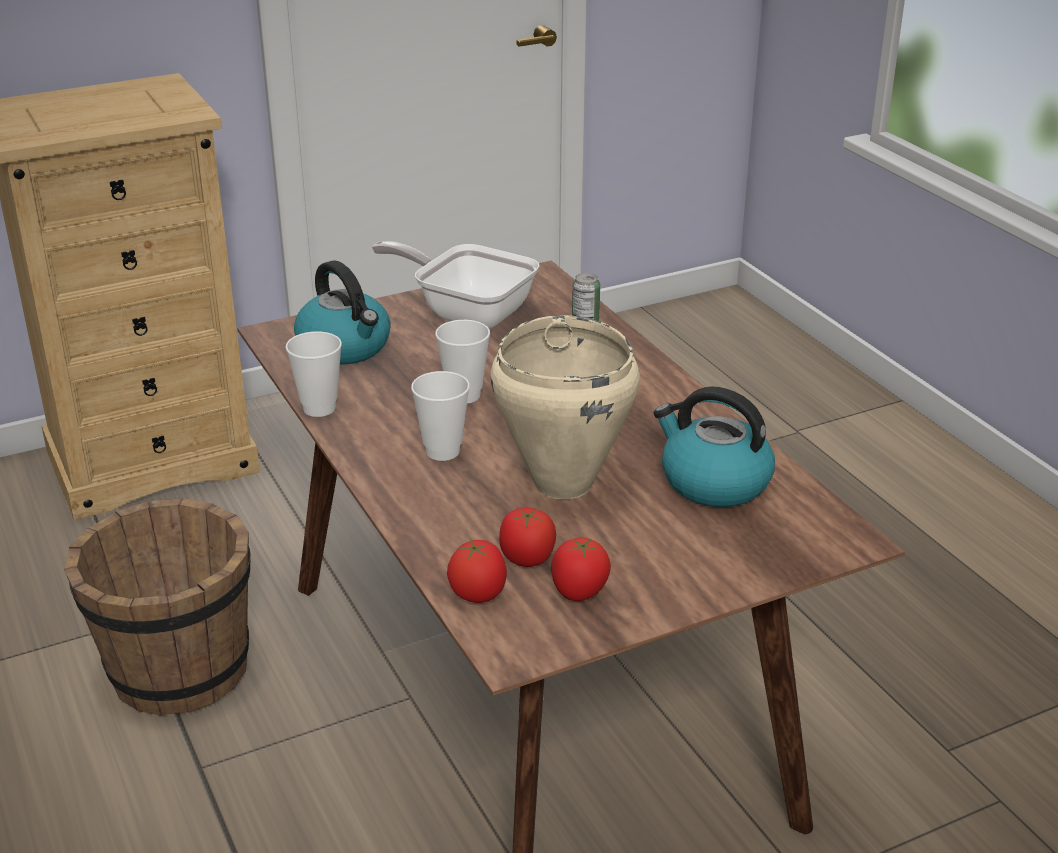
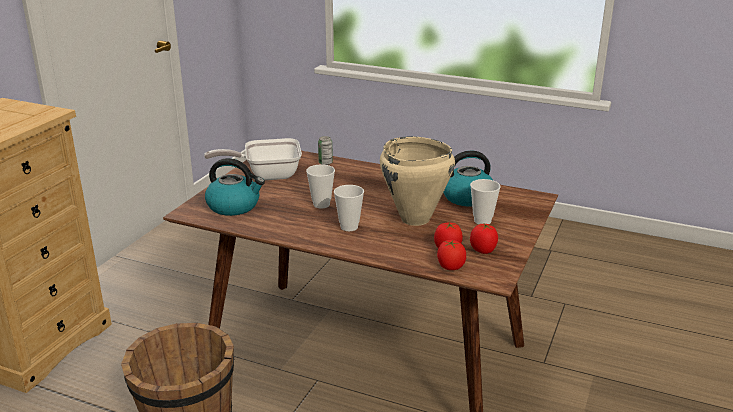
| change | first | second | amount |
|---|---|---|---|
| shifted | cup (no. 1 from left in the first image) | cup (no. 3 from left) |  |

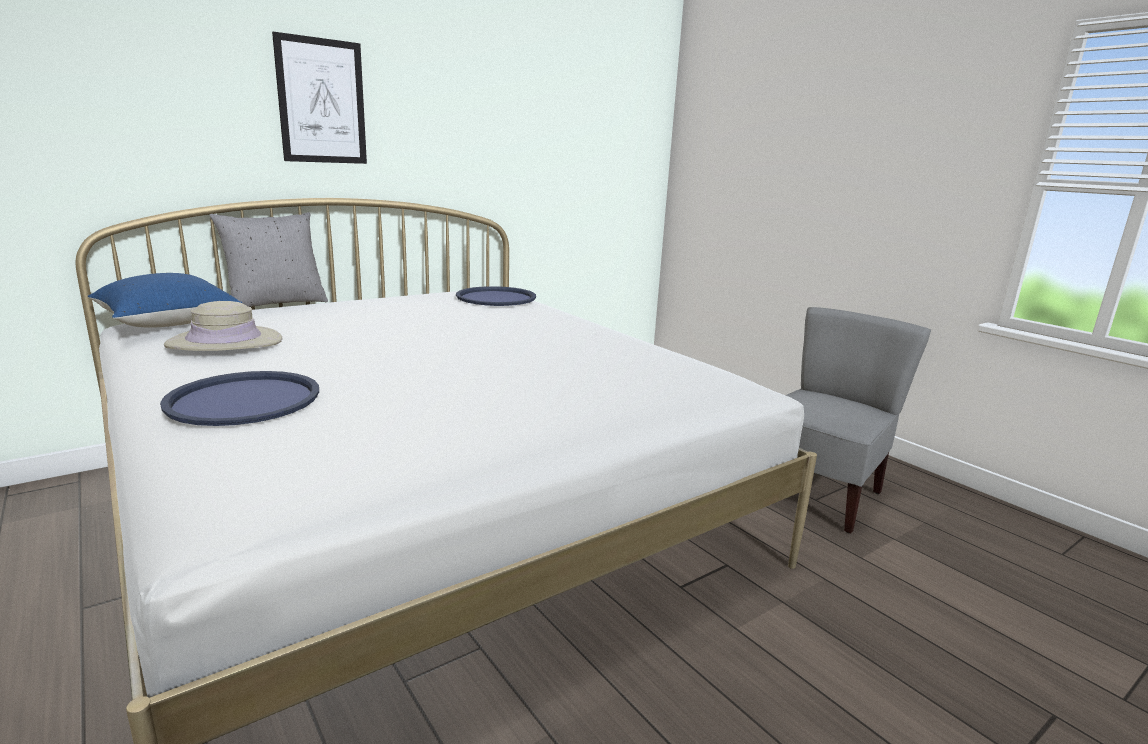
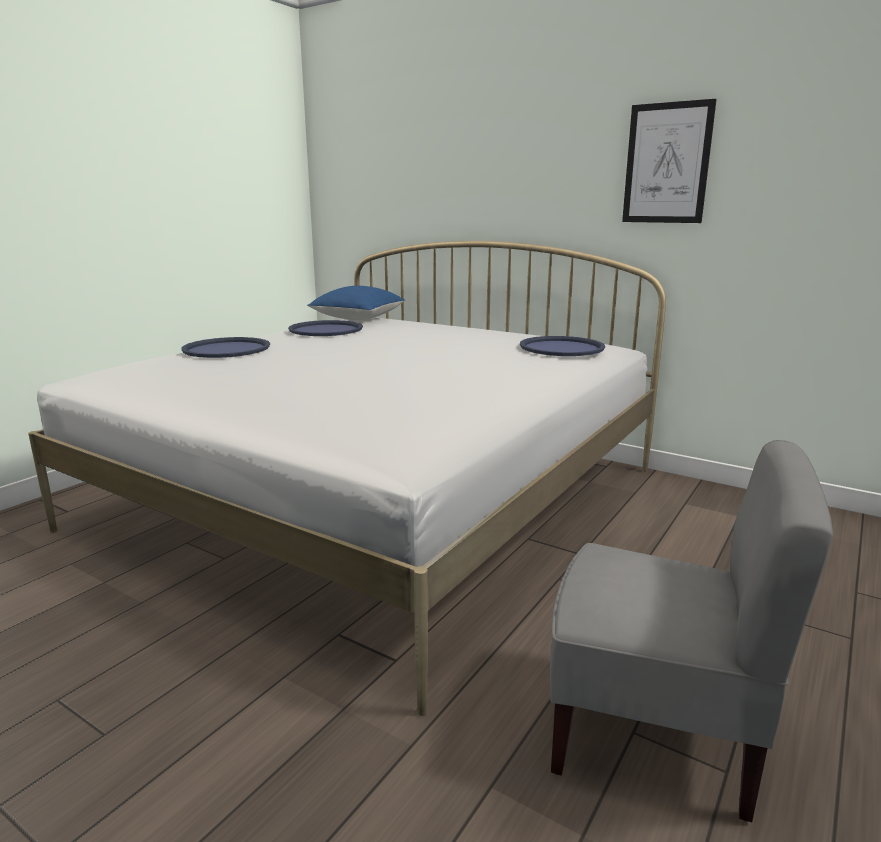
| change | first | second | amount |
|---|---|---|---|
| swapped | hat in beige | tray in blue (no. 2 from left) |  |
| shifted | picture |  |  |
| gone | pillow in grey |  |  |

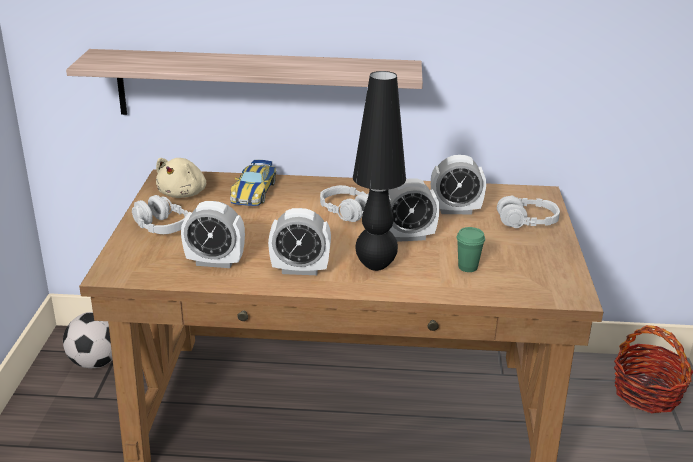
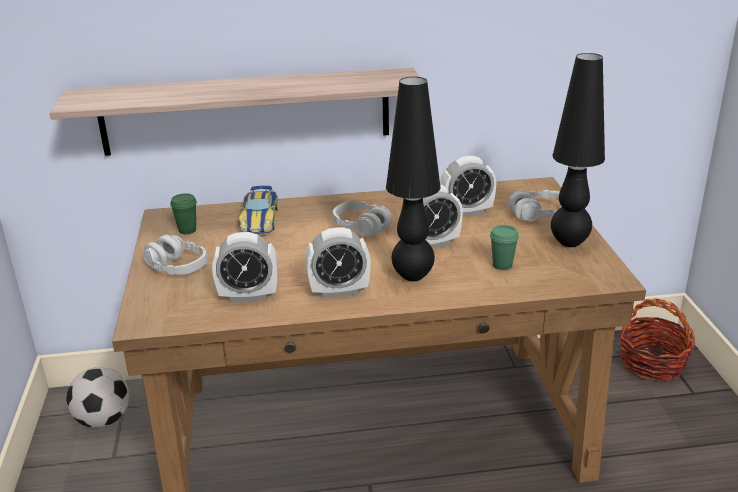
| change | first | second | amount |
|---|---|---|---|
| swapped | plush toy in beige | cup in green (no. 1 from left) |  |
| new |  | table lamp in black (no. 2 from left) |  |

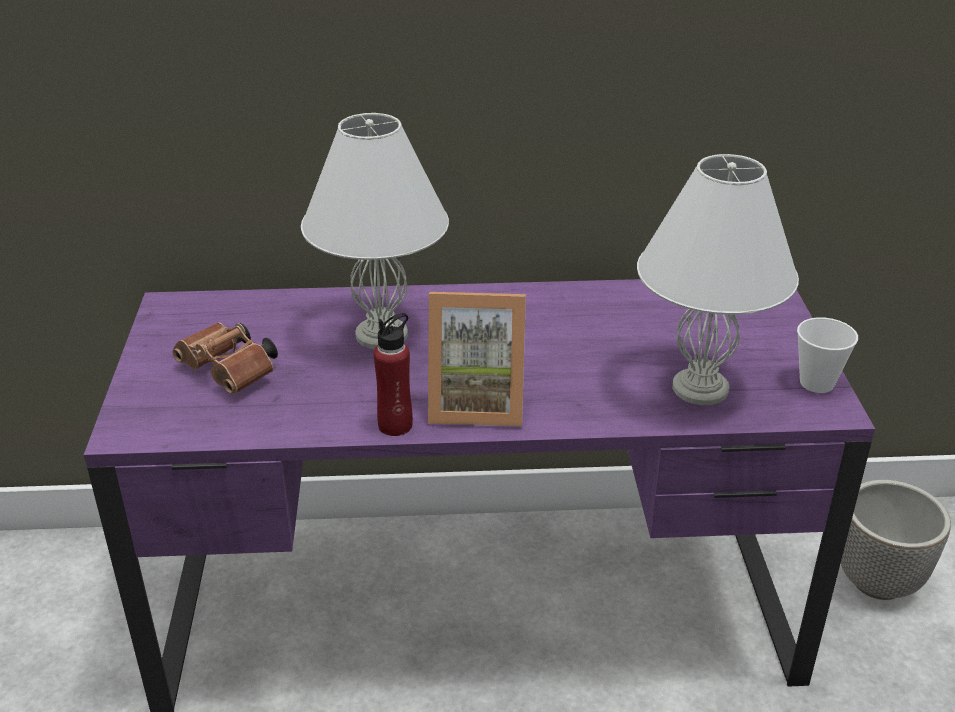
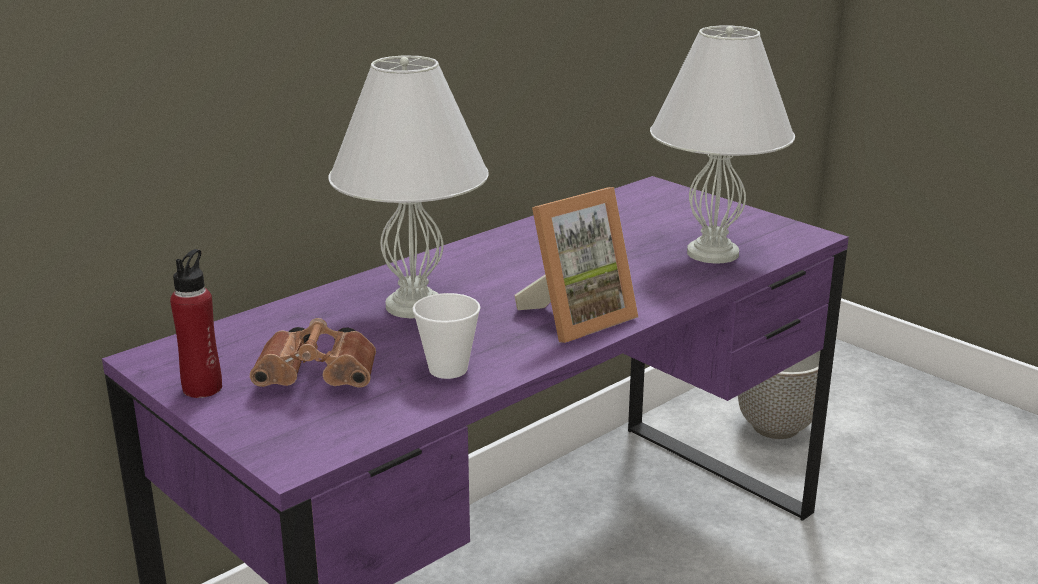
| change | first | second | amount |
|---|---|---|---|
| shifted | bottle in red |  |  |
| shifted | cup |  |  |

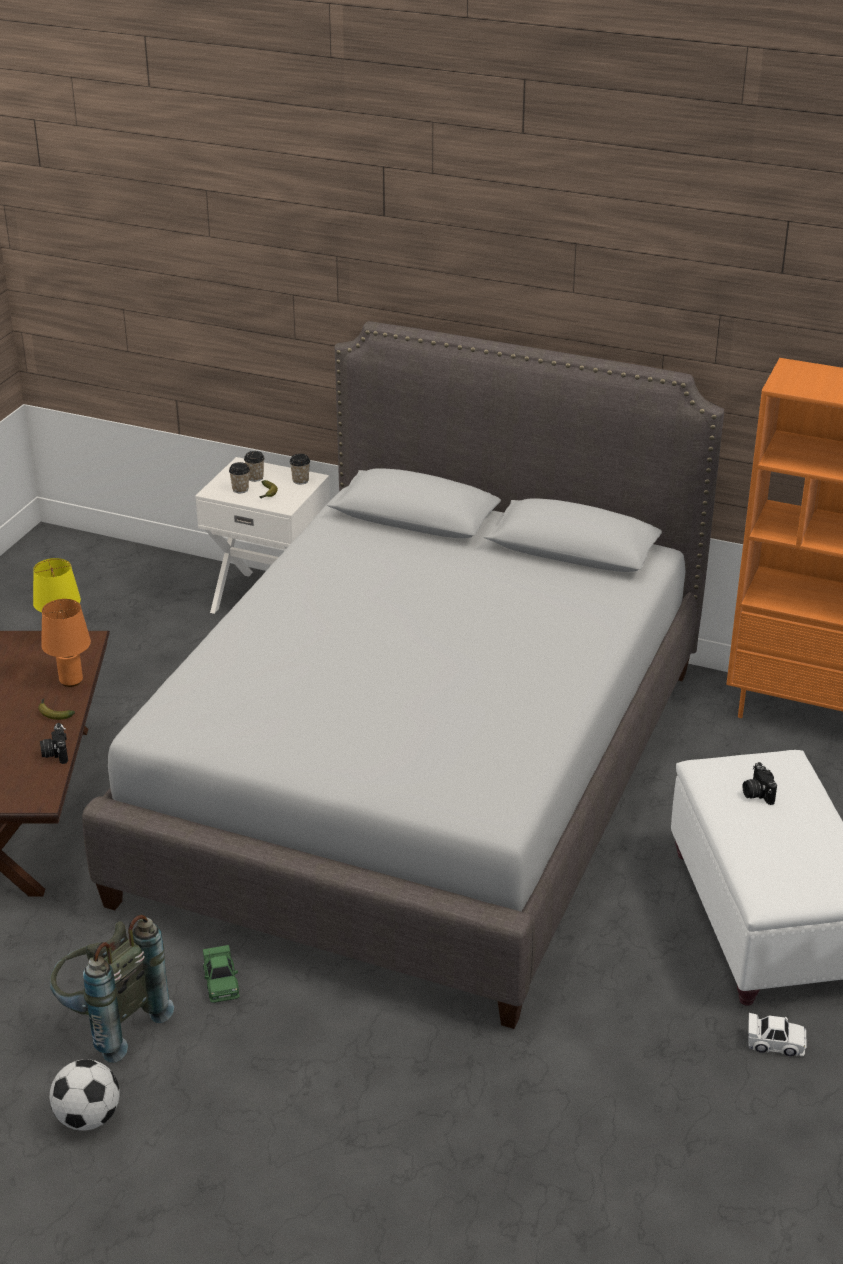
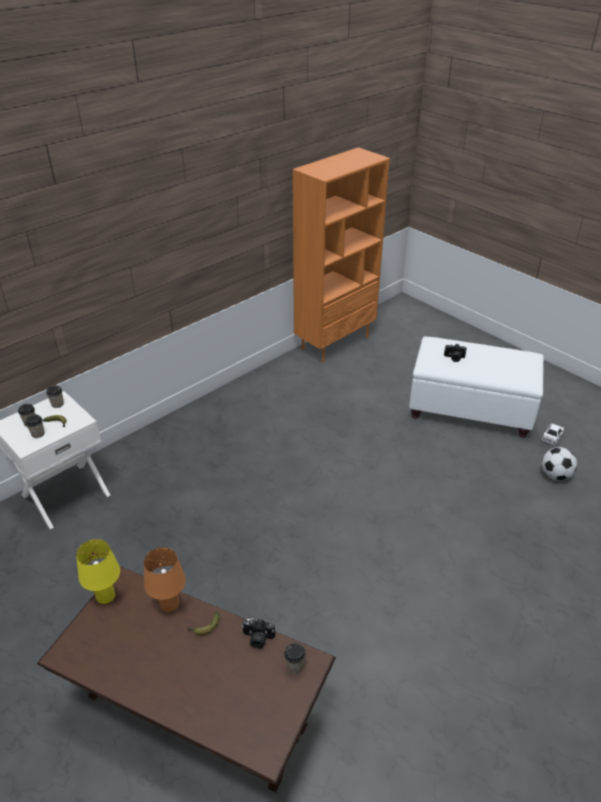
| change | first | second | amount |
|---|---|---|---|
| new |  | cup (no. 4 from left) |  |
| shifted | football |  |  |
| gone | backpack in grey |  |  |
| gone | bed in grey |  |  |
| gone | toy car in green |  |  |

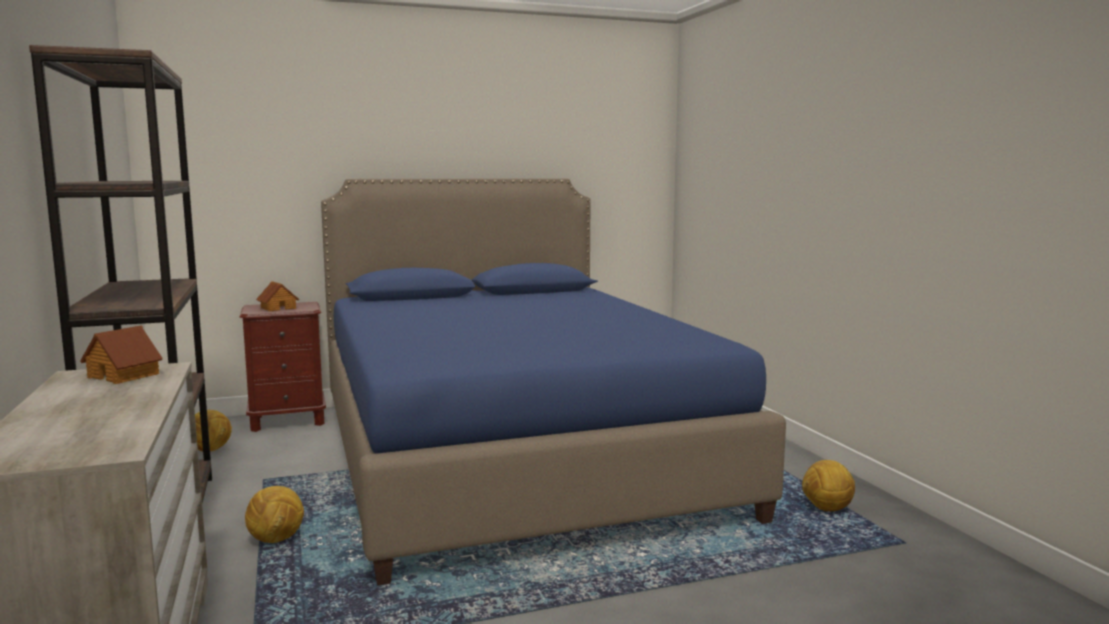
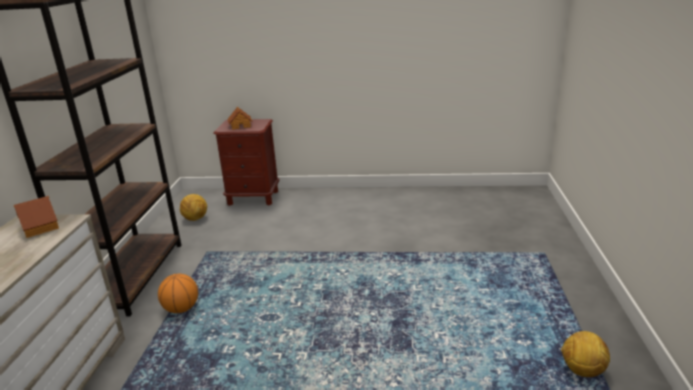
| change | first | second | amount |
|---|---|---|---|
| swapped | football (no. 2 from left) | basketball |  |
| gone | bed in blue |  |  |

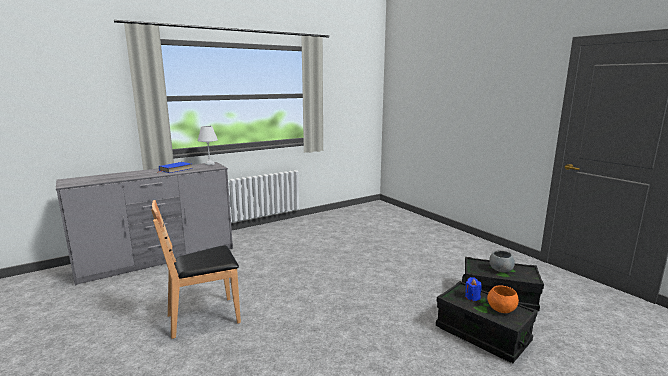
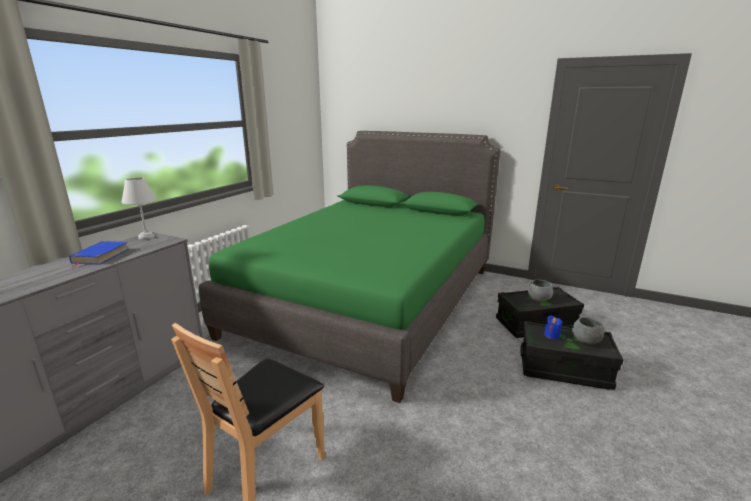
| change | first | second | amount |
|---|---|---|---|
| new |  | bed in green |  |
| repainted | bowl in orange | bowl in grey (no. 2 from left) |  |

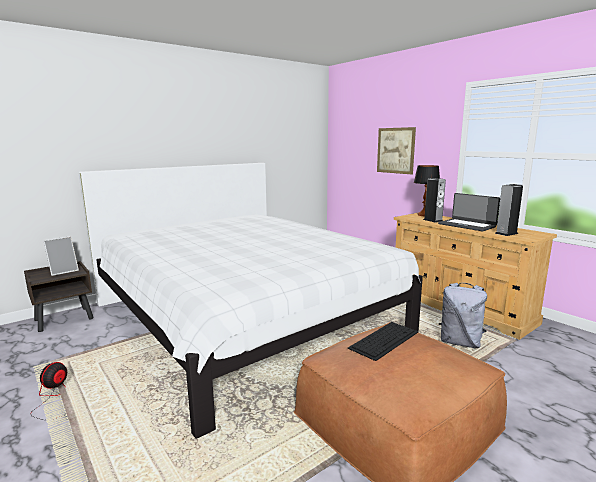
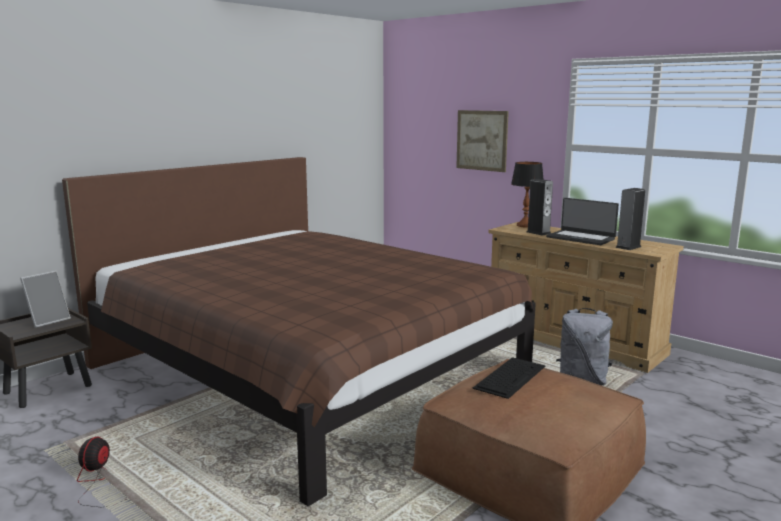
| change | first | second | amount |
|---|---|---|---|
| repainted | bed in white | bed in brown |  |

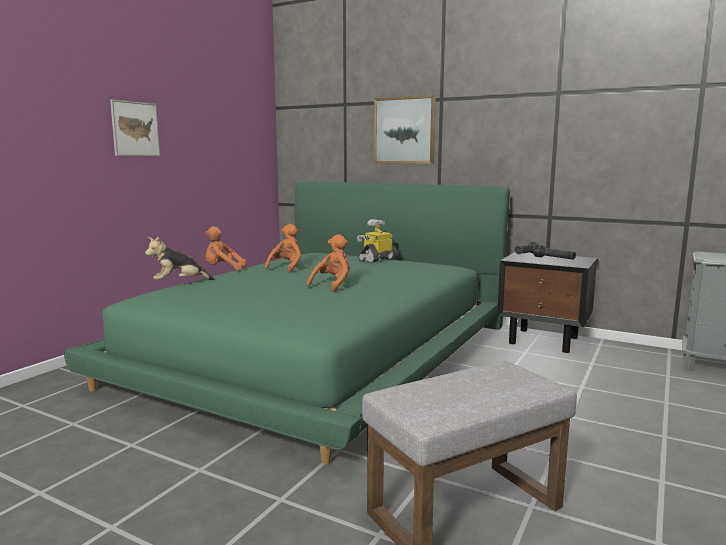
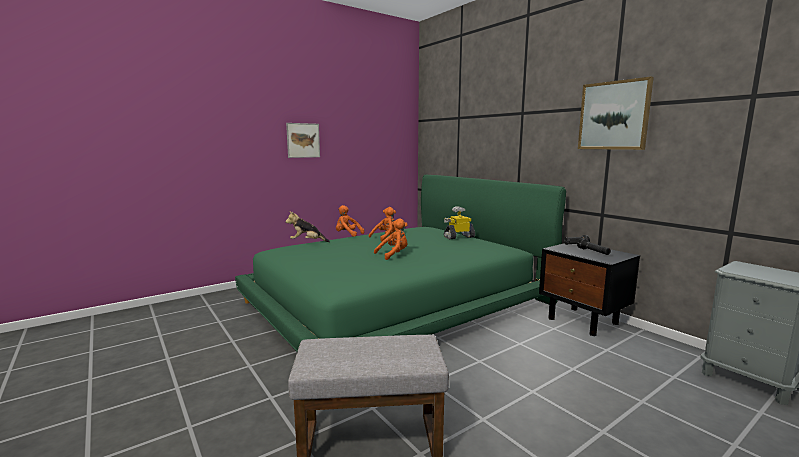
| change | first | second | amount |
|---|---|---|---|
| shifted | picture (no. 2 from left) |  |  |

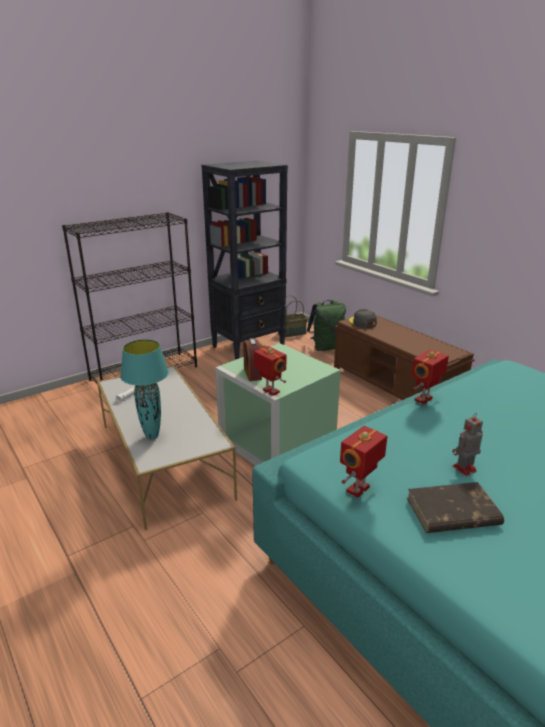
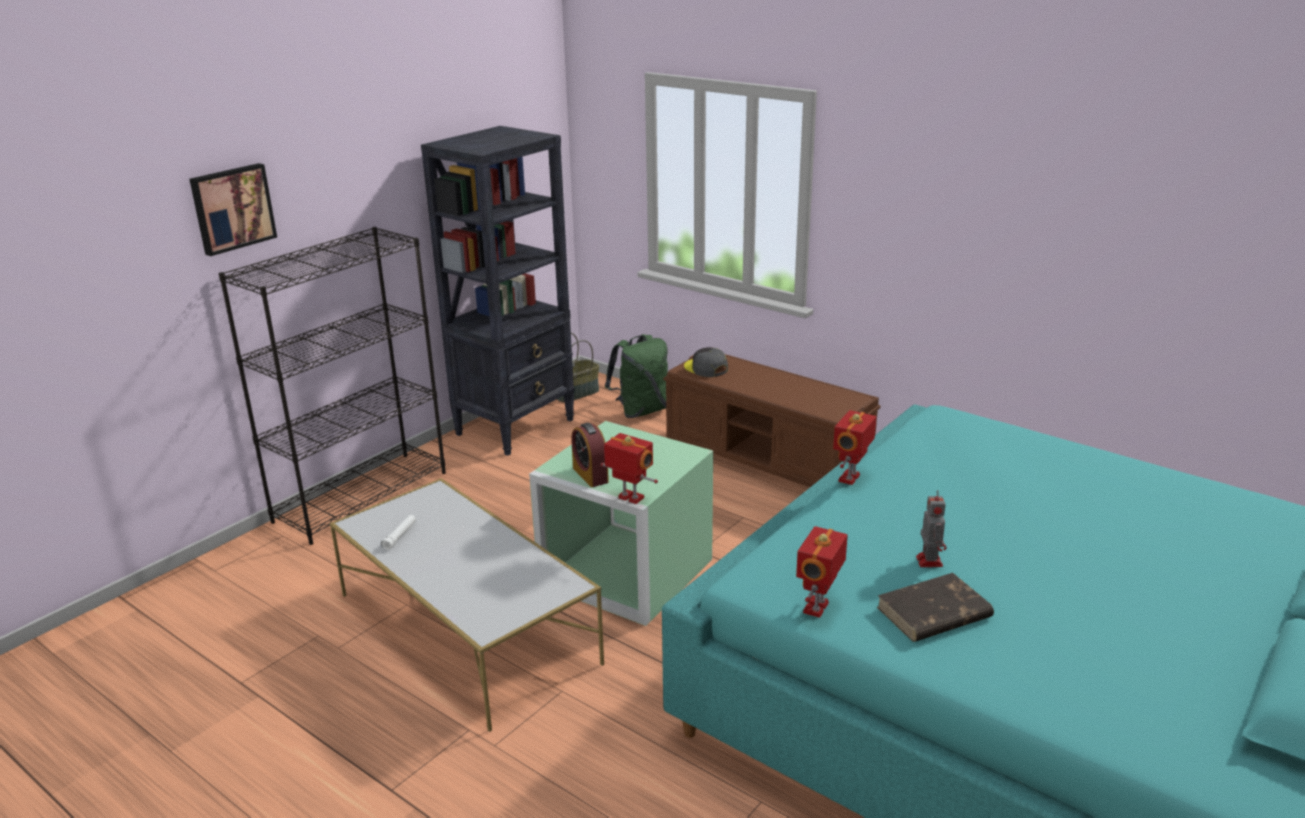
| change | first | second | amount |
|---|---|---|---|
| new |  | picture |  |
| rotated | toy robot (no. 4 from left) |  | 135 degrees clockwise |
| gone | table lamp in turquoise |  |  |

